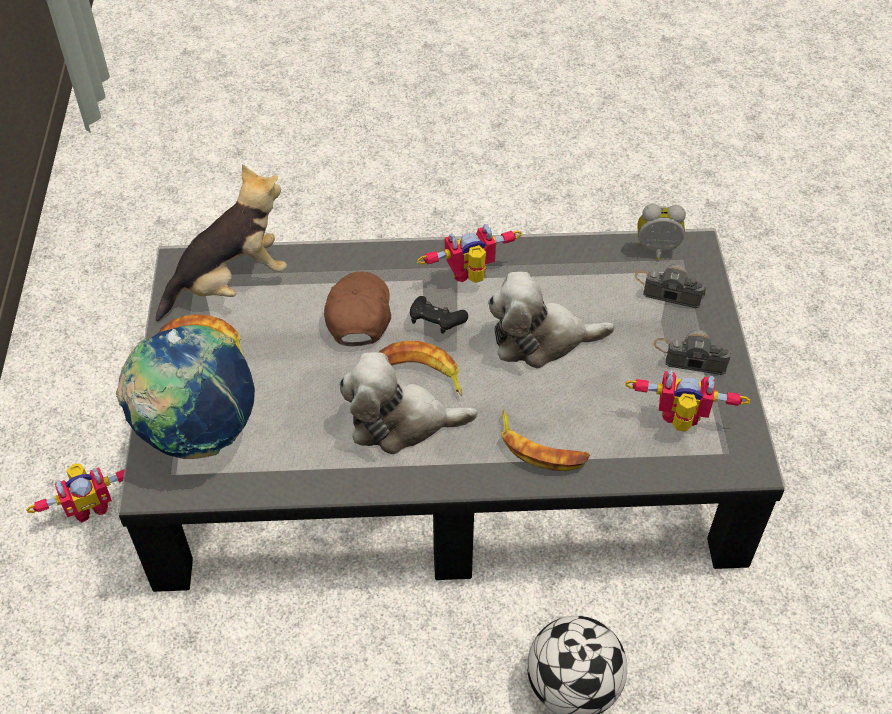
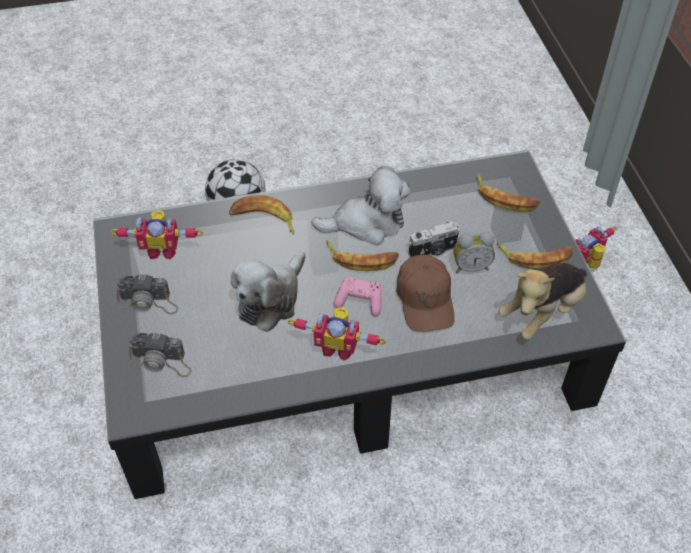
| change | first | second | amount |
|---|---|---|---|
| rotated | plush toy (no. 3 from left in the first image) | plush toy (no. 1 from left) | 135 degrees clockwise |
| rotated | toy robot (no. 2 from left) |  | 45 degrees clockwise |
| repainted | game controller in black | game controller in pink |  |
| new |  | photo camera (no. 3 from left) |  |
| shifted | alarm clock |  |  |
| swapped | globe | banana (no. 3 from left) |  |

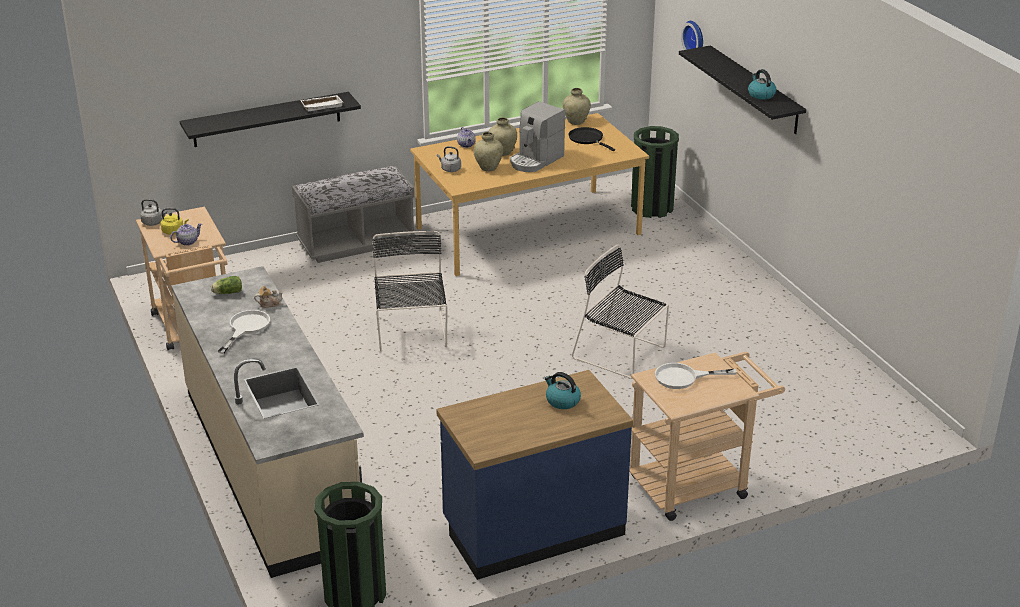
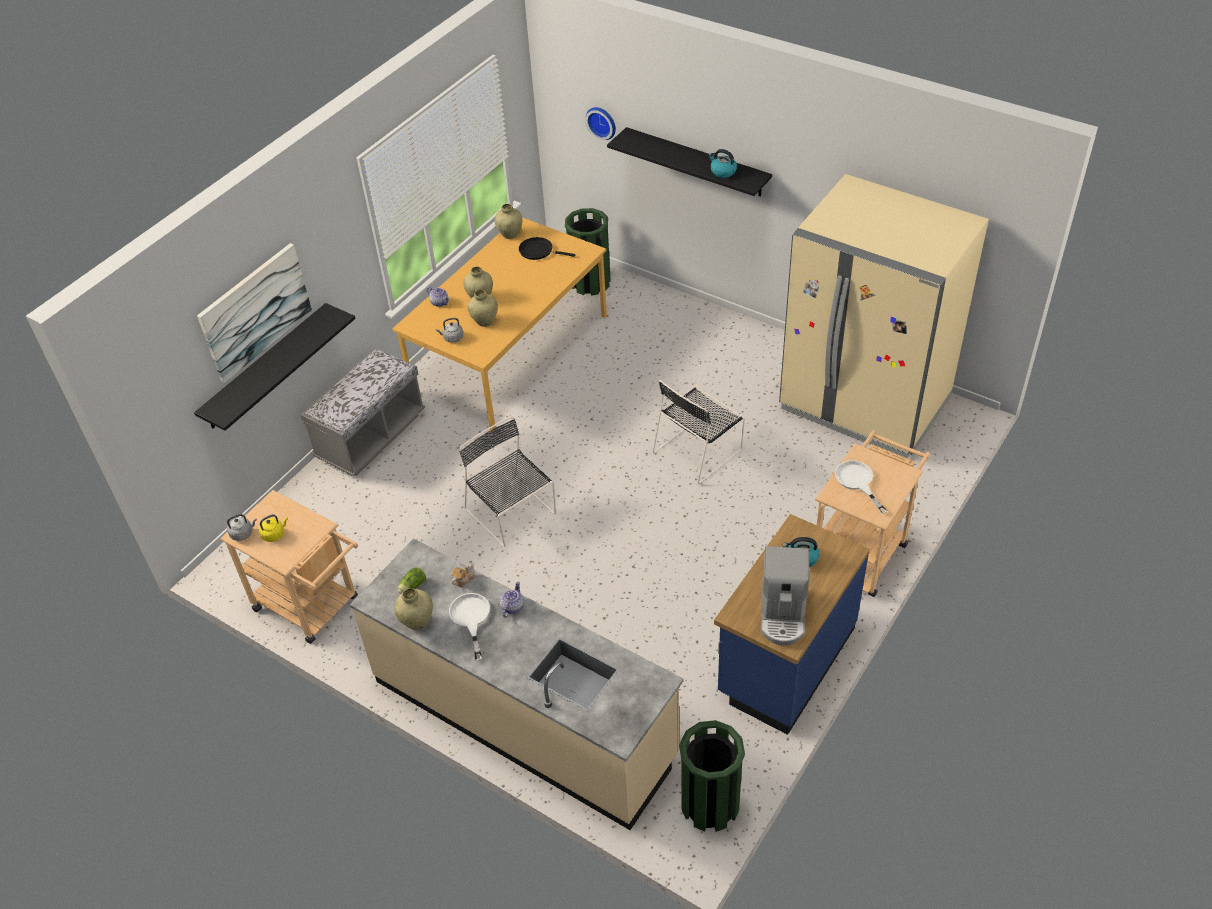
| change | first | second | amount |
|---|---|---|---|
| new |  | picture |  |
| new |  | vase in beige (no. 1 from left) |  |
| shifted | teapot (no. 1 from left in the first image) | teapot (no. 3 from left) |  |
| rotated | chair in black (no. 2 from left) |  | 45 degrees counterclockwise |
| shifted | coffee machine |  |  |
| new |  | fridge in beige |  |
| rotated | frying pan in white (no. 2 from left) |  | 105 degrees clockwise |
| gone | tray in white |  |  |

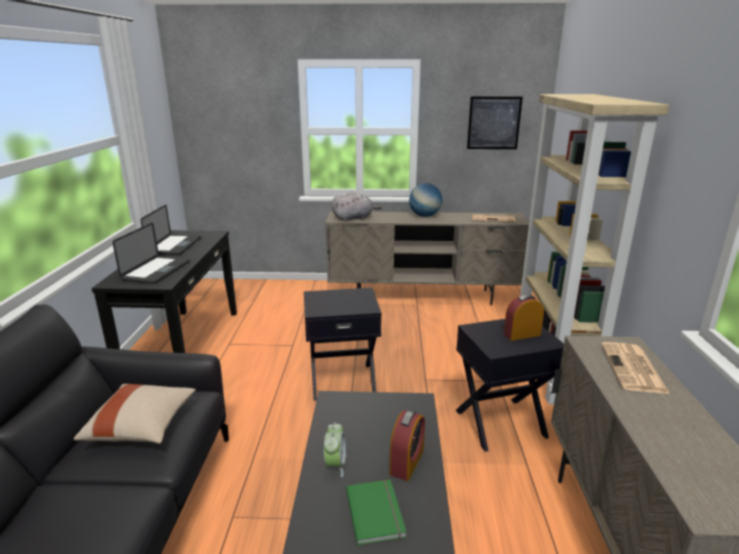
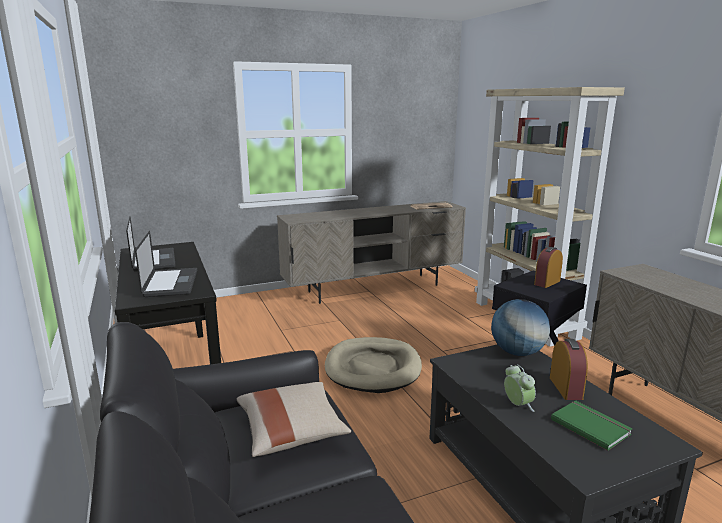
| change | first | second | amount |
|---|---|---|---|
| swapped | side table in black (no. 1 from left) | dog bed in beige |  |
| shifted | globe |  |  |
| gone | plush toy in grey |  |  |
| gone | picture |  |  |
| gone | newspaper (no. 2 from left) |  |  |

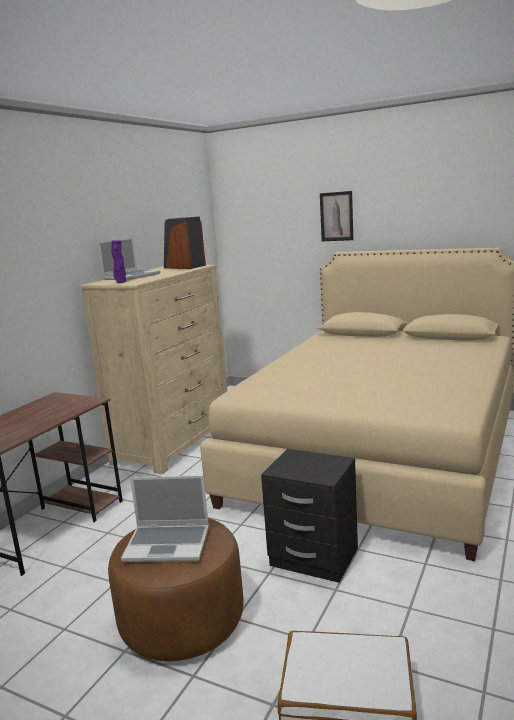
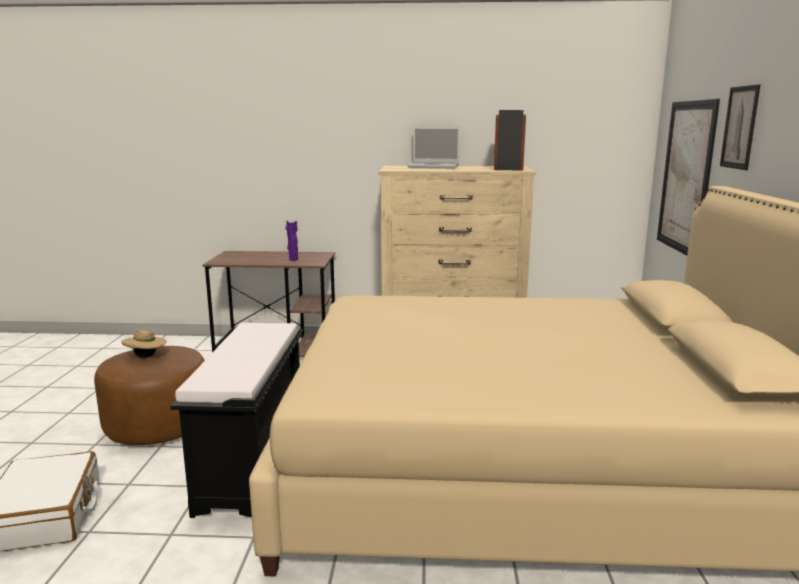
| change | first | second | amount |
|---|---|---|---|
| swapped | laptop (no. 2 from left) | hat in beige |  |
| swapped | nightstand in black | bench in black |  |
| shifted | vase in purple |  |  |
| new |  | picture (no. 1 from left) |  |

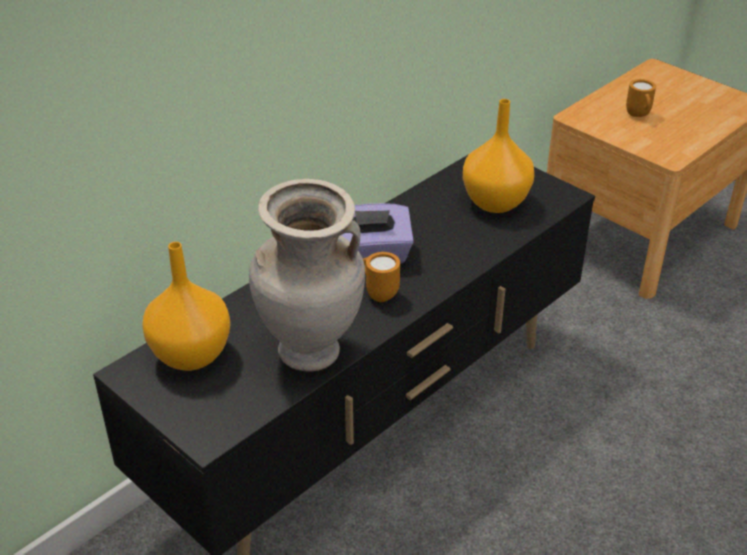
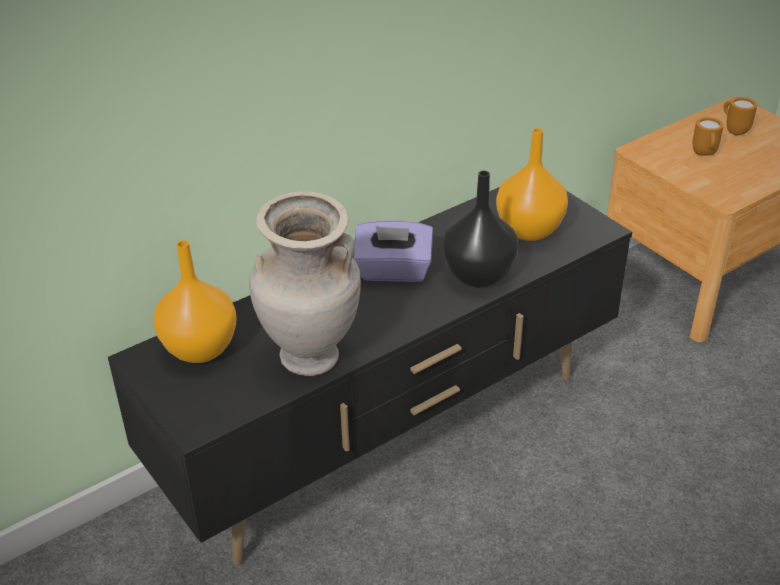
| change | first | second | amount |
|---|---|---|---|
| new |  | vase in black |  |
| shifted | mug in orange (no. 1 from left in the first image) | mug in orange (no. 2 from left) |  |

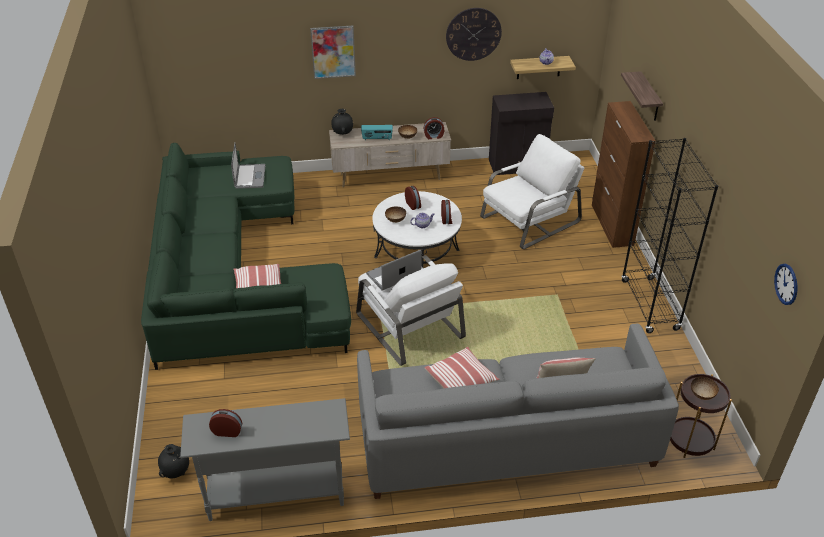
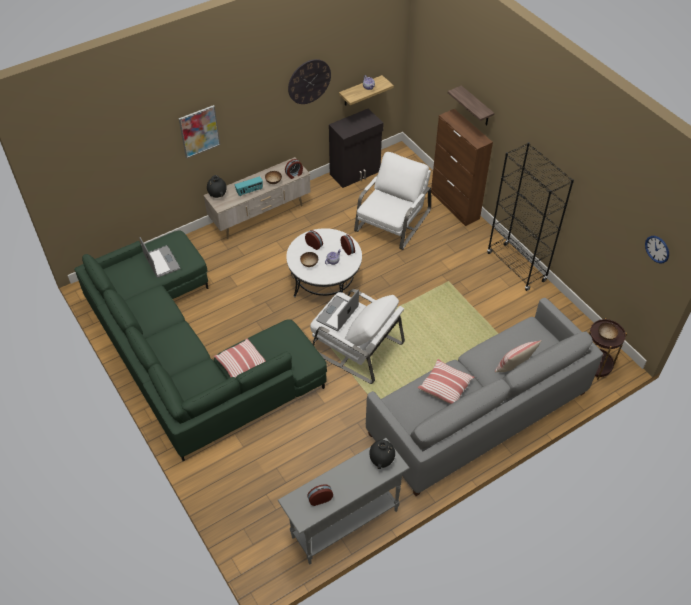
| change | first | second | amount |
|---|---|---|---|
| shifted | vase in black (no. 1 from left in the first image) | vase in black (no. 2 from left) |  |

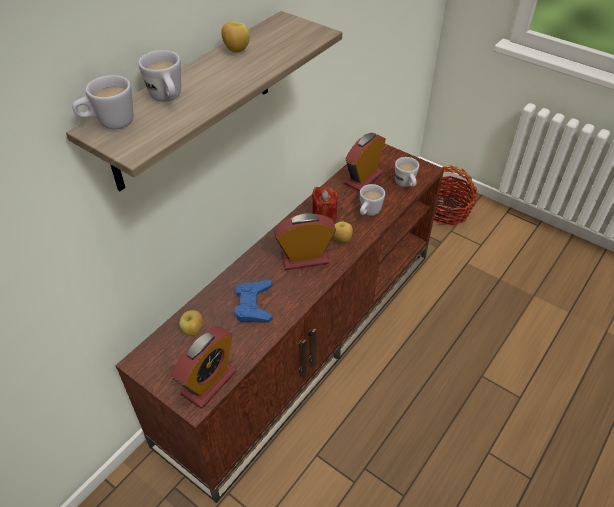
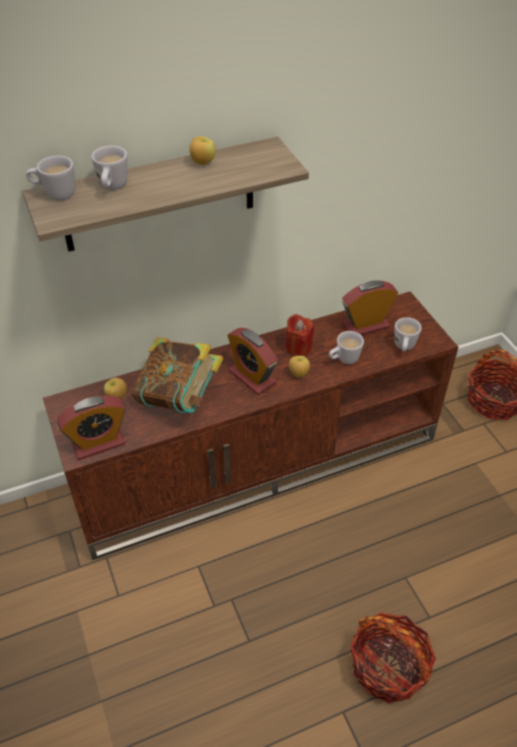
| change | first | second | amount |
|---|---|---|---|
| swapped | game controller in blue | book |  |
| rotated | alarm clock (no. 2 from left) |  | 150 degrees counterclockwise |
| new |  | basket (no. 1 from left) |  |

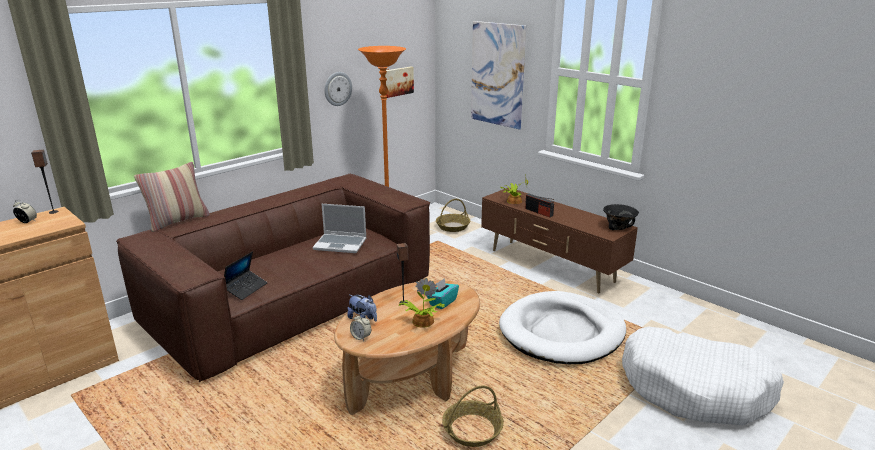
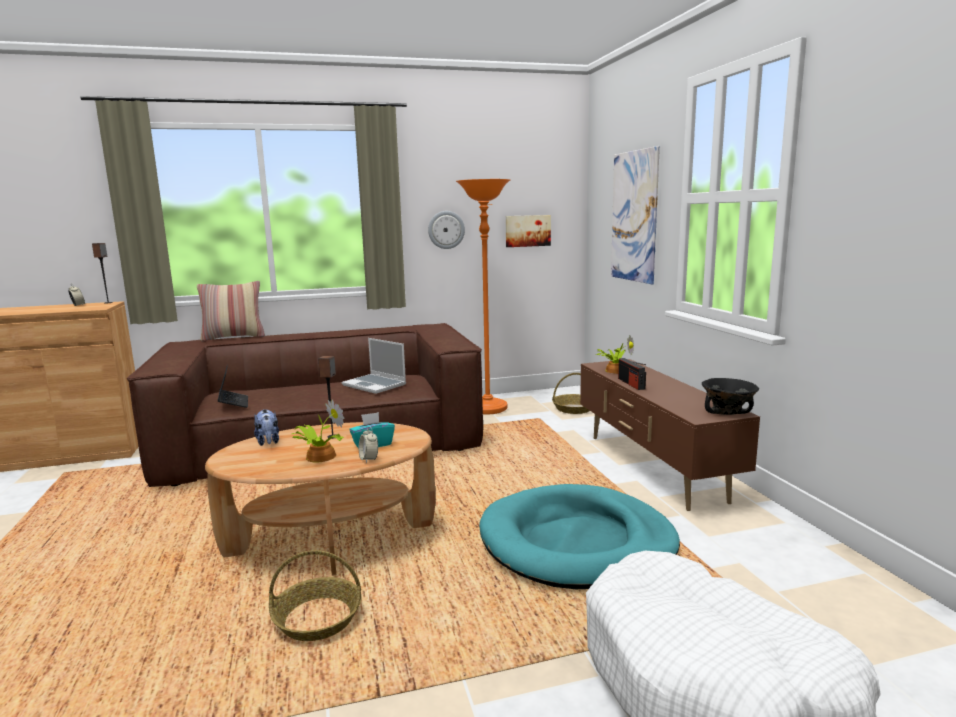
| change | first | second | amount |
|---|---|---|---|
| rotated | laptop (no. 1 from left) |  | 75 degrees counterclockwise |
| shifted | alarm clock (no. 2 from left) |  |  |
| repainted | dog bed in white (no. 1 from left) | dog bed in turquoise |  |

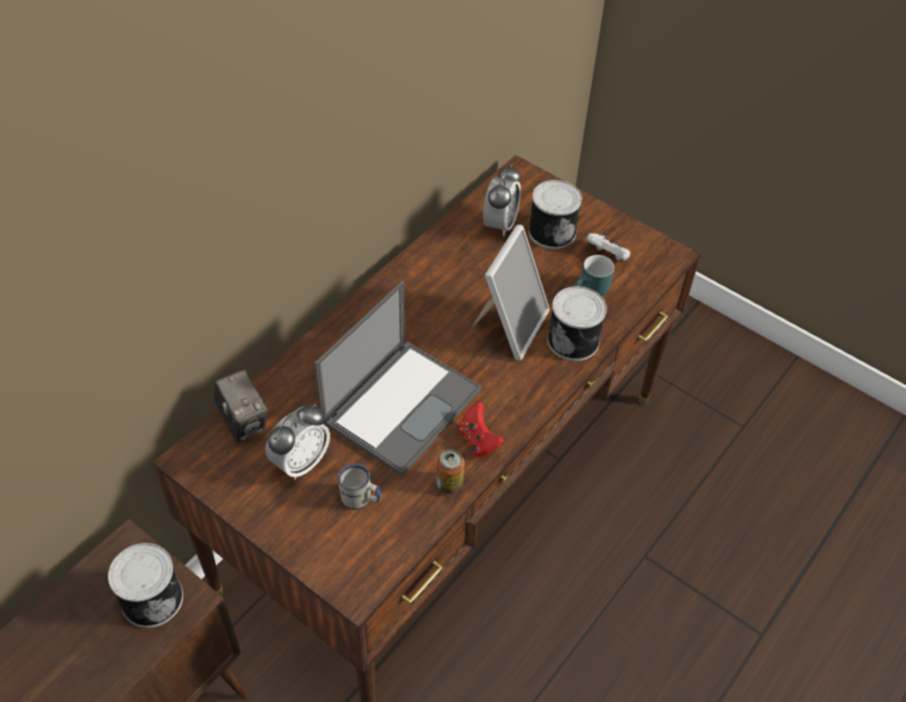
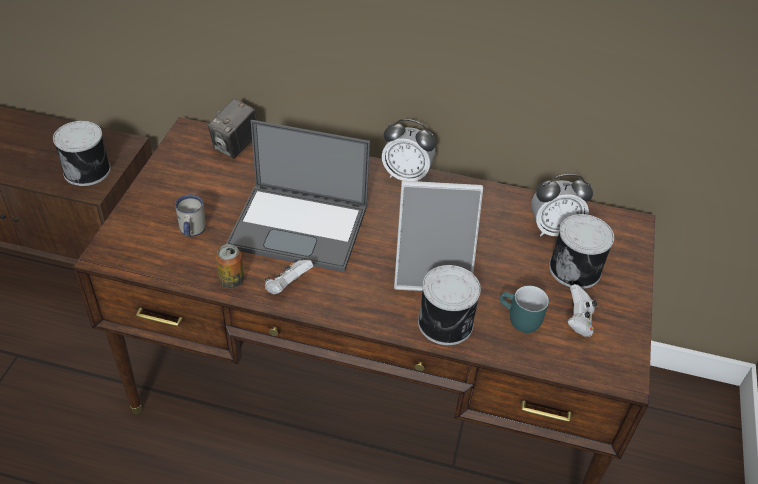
| change | first | second | amount |
|---|---|---|---|
| repainted | game controller in red | game controller in white (no. 1 from left) |  |
| shifted | alarm clock (no. 1 from left) |  |  |

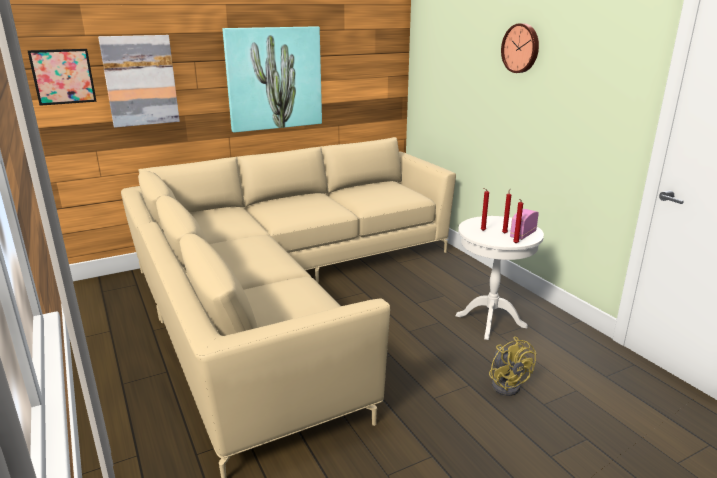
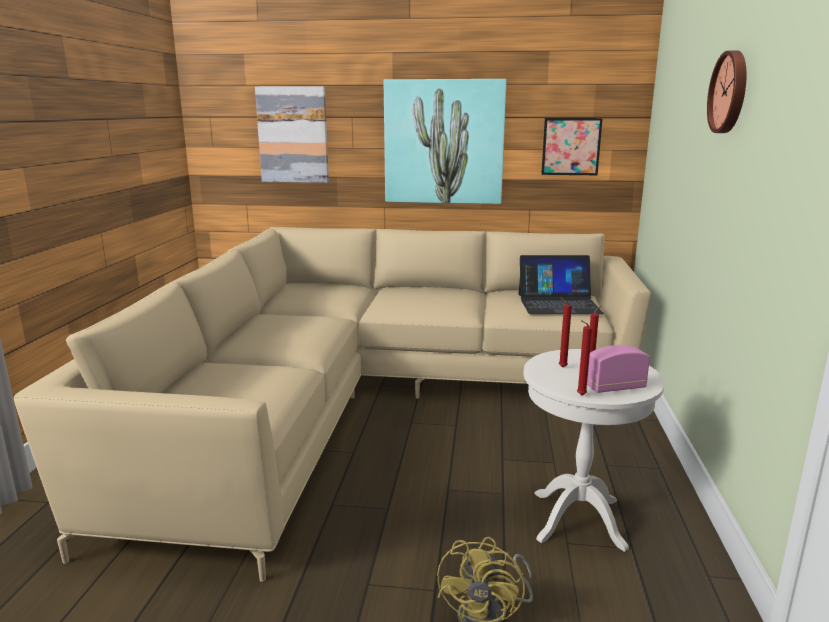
| change | first | second | amount |
|---|---|---|---|
| new |  | laptop |  |
| shifted | picture (no. 1 from left in the first image) | picture (no. 3 from left) |  |

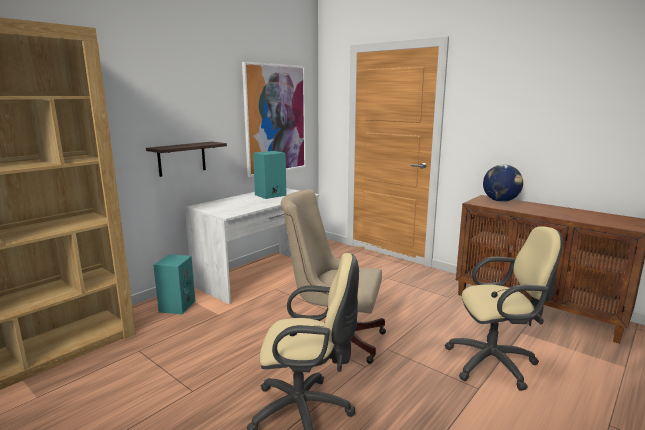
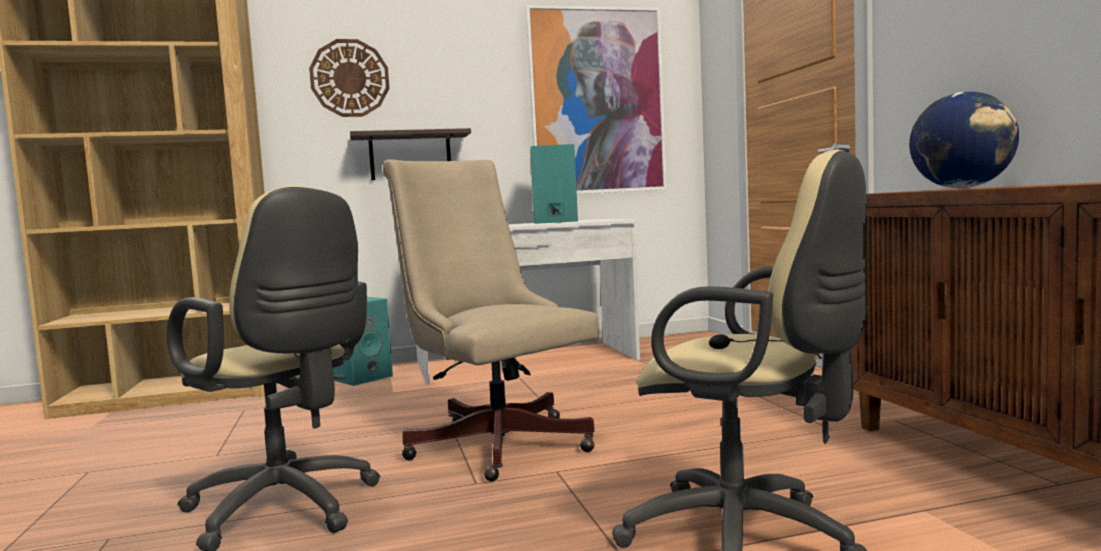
| change | first | second | amount |
|---|---|---|---|
| new |  | wall clock |  |

